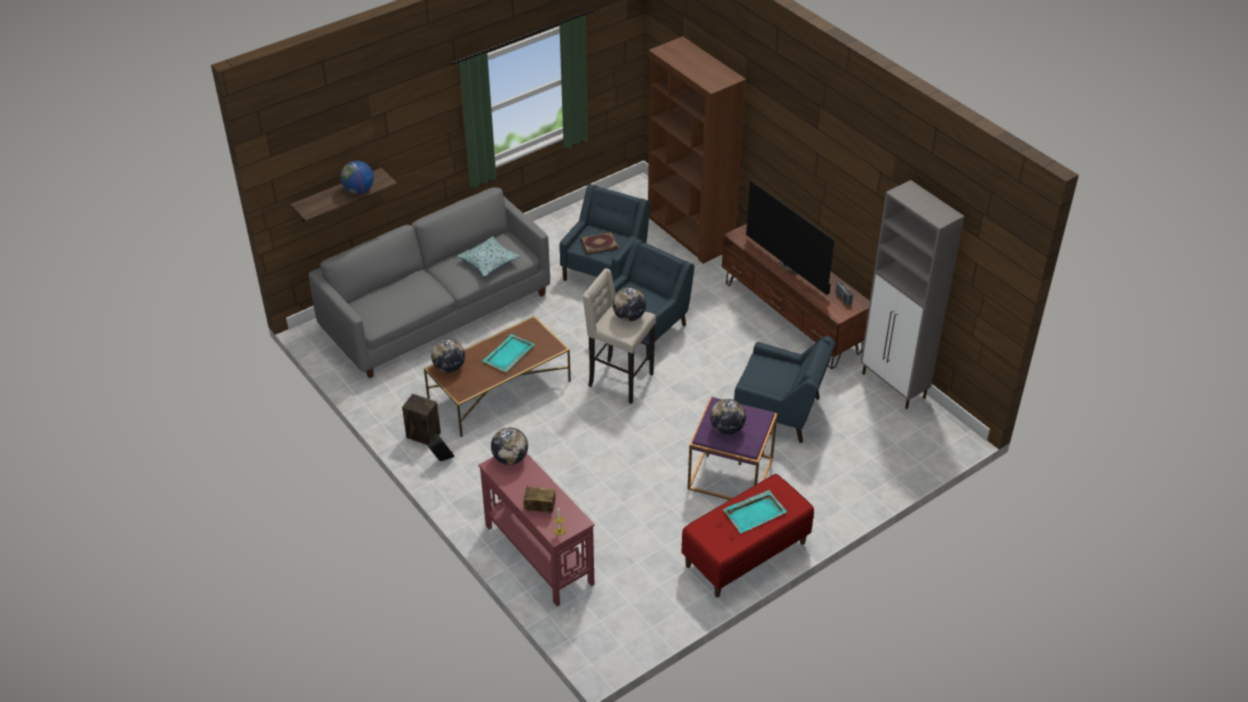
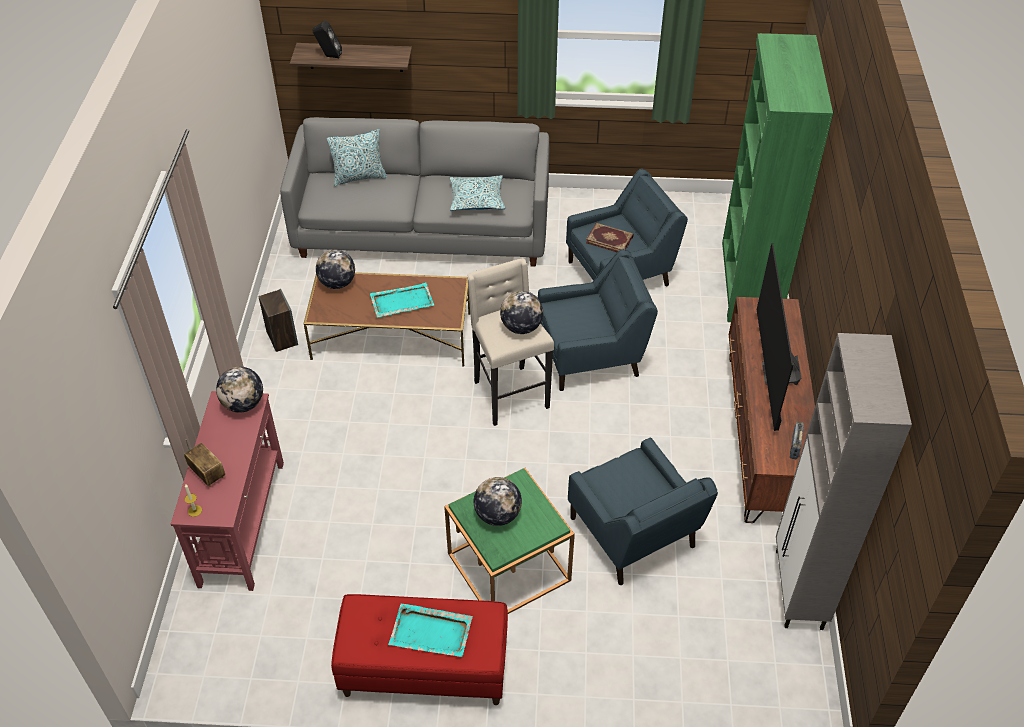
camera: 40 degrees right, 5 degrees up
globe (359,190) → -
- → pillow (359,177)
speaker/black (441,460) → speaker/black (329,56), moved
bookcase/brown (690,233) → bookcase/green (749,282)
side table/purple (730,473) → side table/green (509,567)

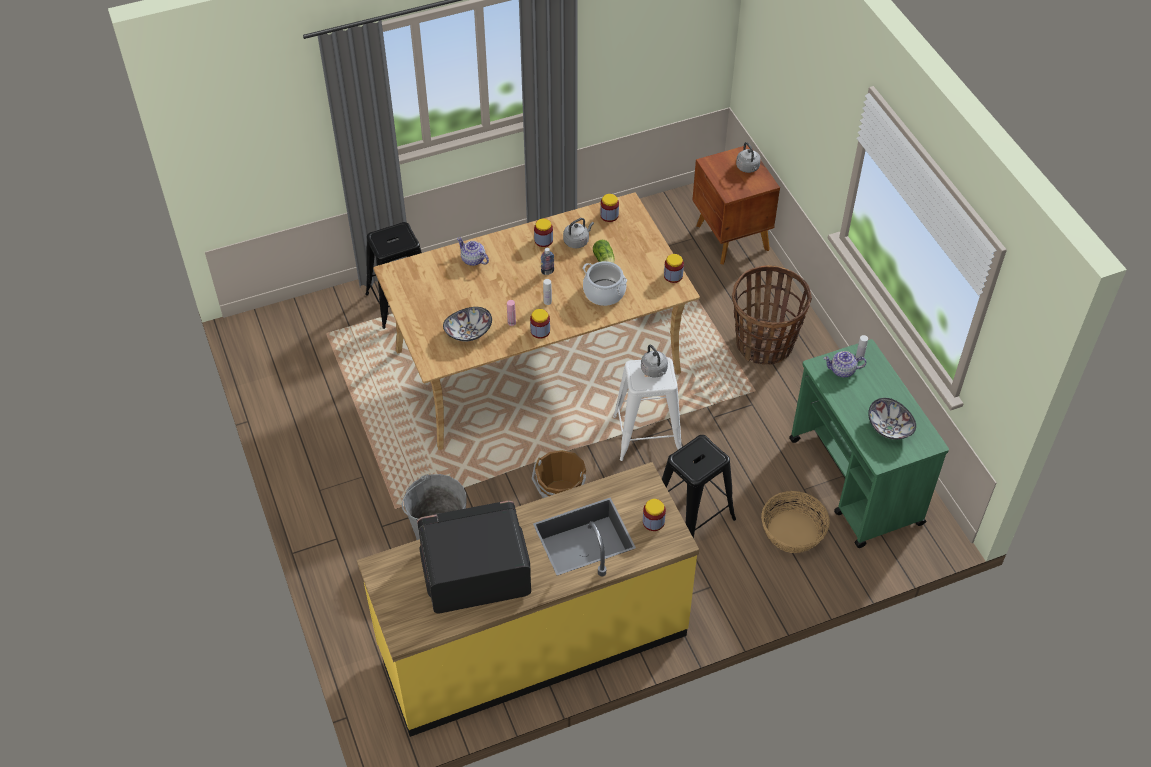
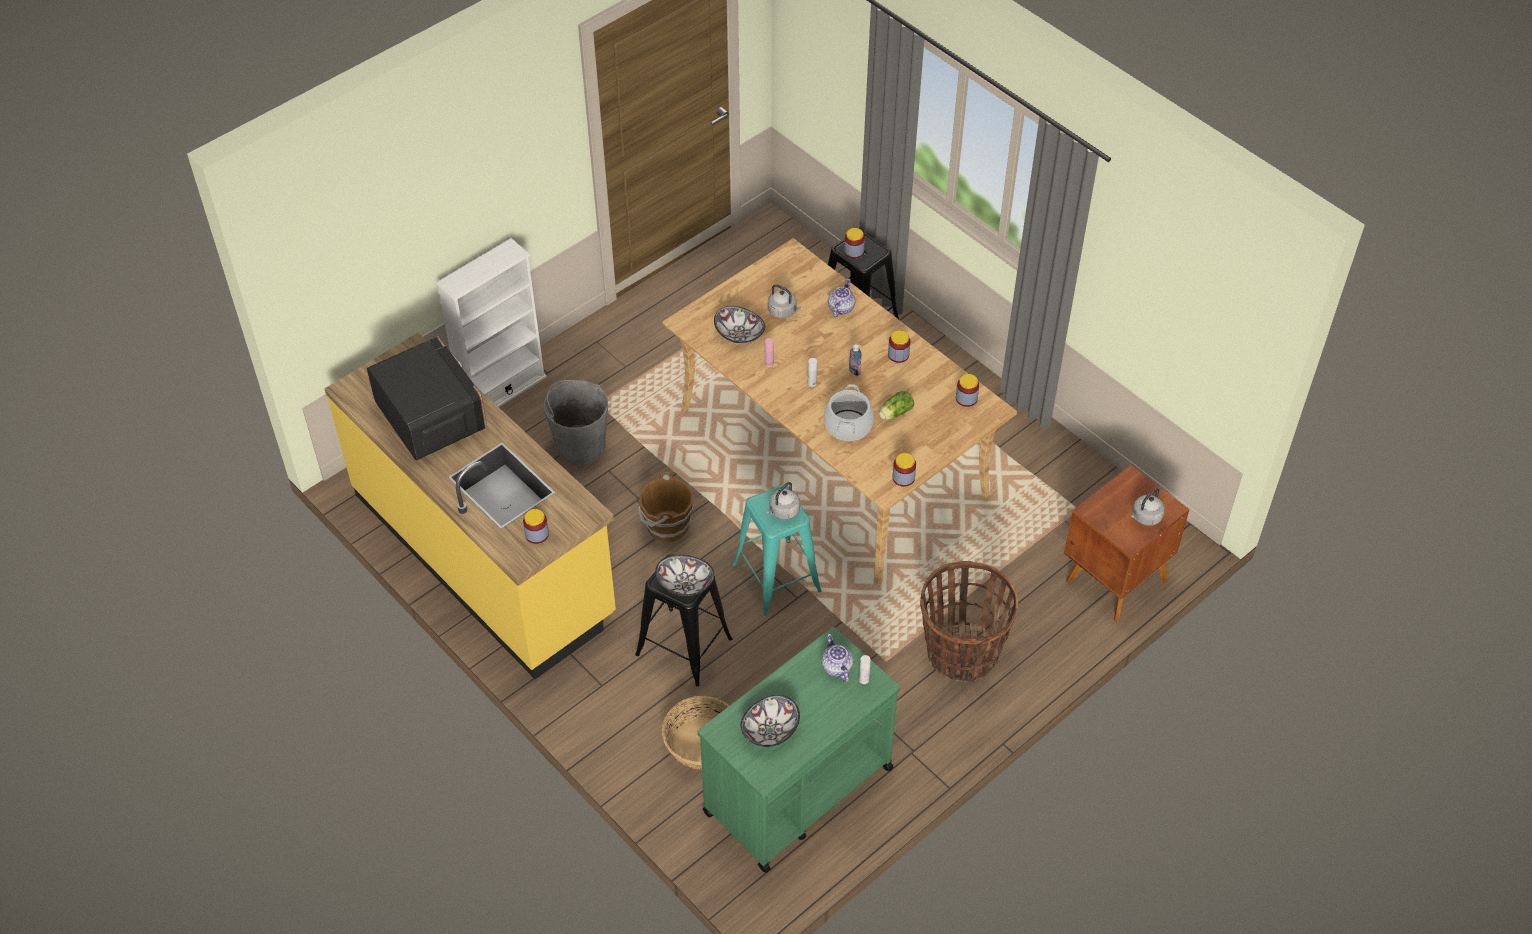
camera: 70 degrees right, 0 degrees up
- → bookcase/white (502,391)
- → bowl (685,584)
jar (540,331) → jar (854,251), moved
kettle/grey (577,241) → kettle/grey (783,311), moved
stool/white (647,435) → stool/turquoise (777,578)

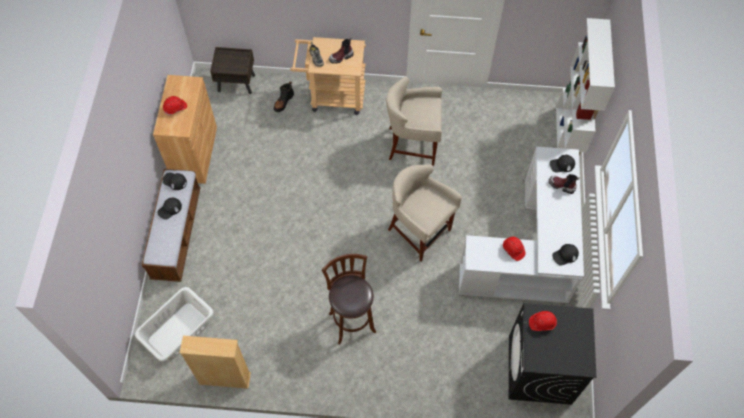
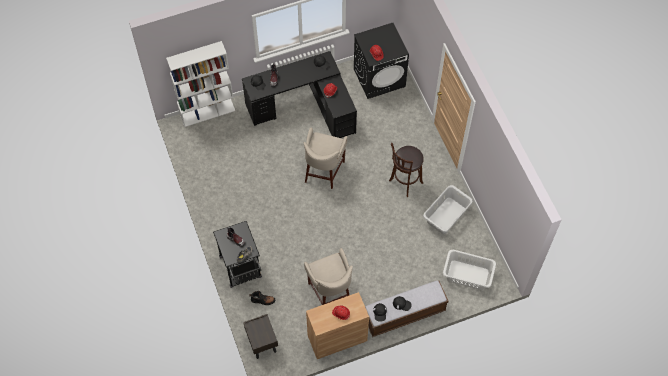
camera: 115 degrees left, 0 degrees up
bookcase/beige (225,378) → -
- → laundry basket/grey (446,216)
stool/beige (412,145) → stool/beige (330,291), moved
cart/beige (332,96) → cart/black (242,270)
desk/white (529,252) → desk/black (306,106)

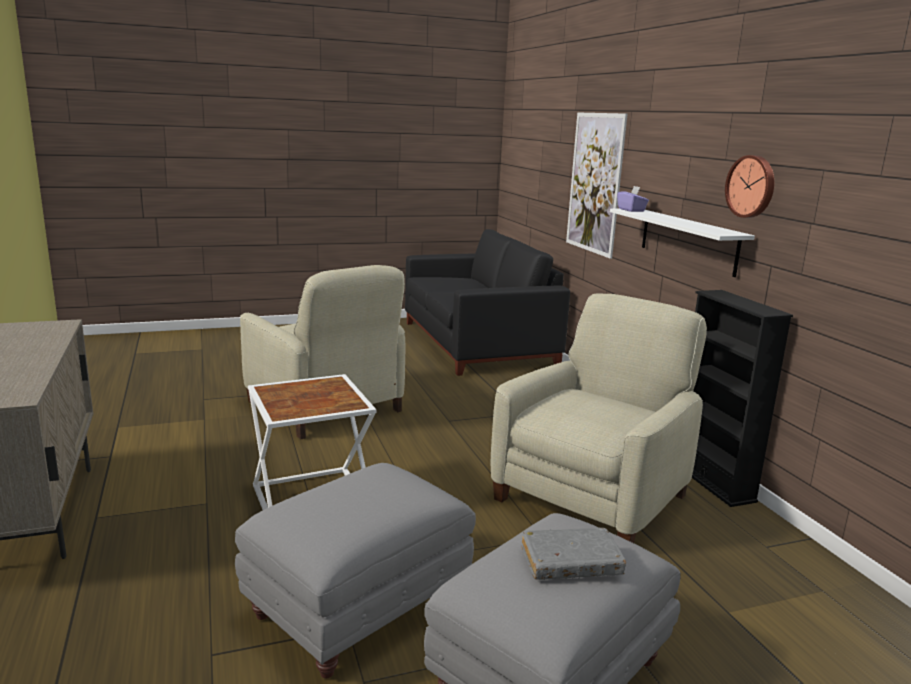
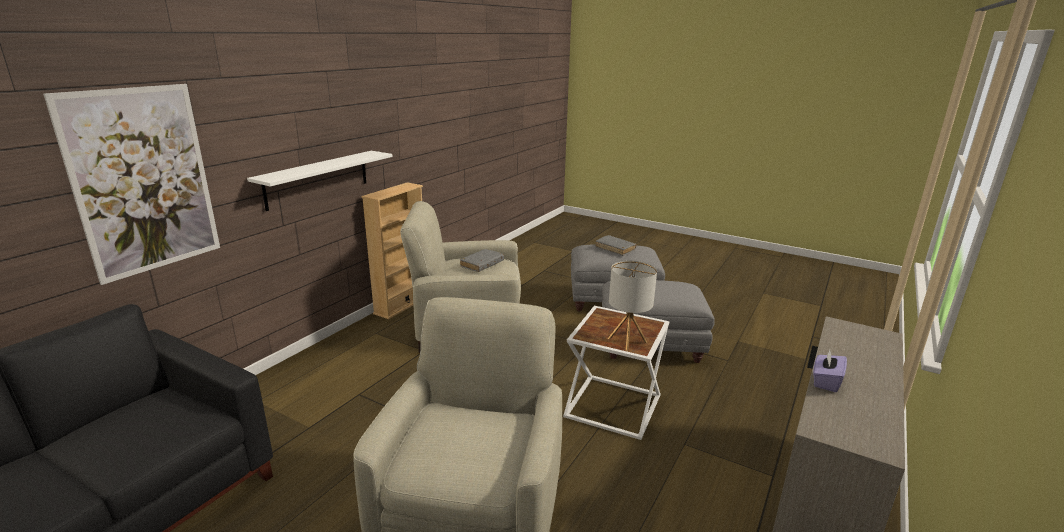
camera: 130 degrees left, 5 degrees up
wall clock (751,186) → -
- → book/grey (482,264)
- → table lamp (627,340)
tissue box/purple (631,210) → tissue box/purple (825,381), moved
bookcase/black (712,481) → bookcase/beige (401,305)

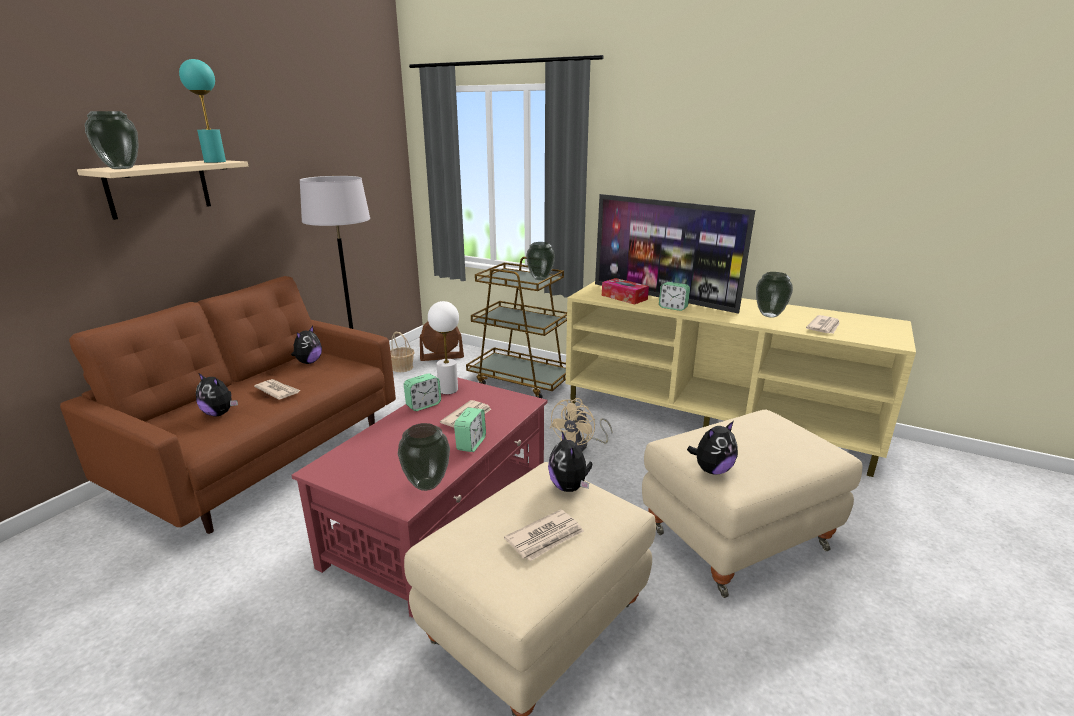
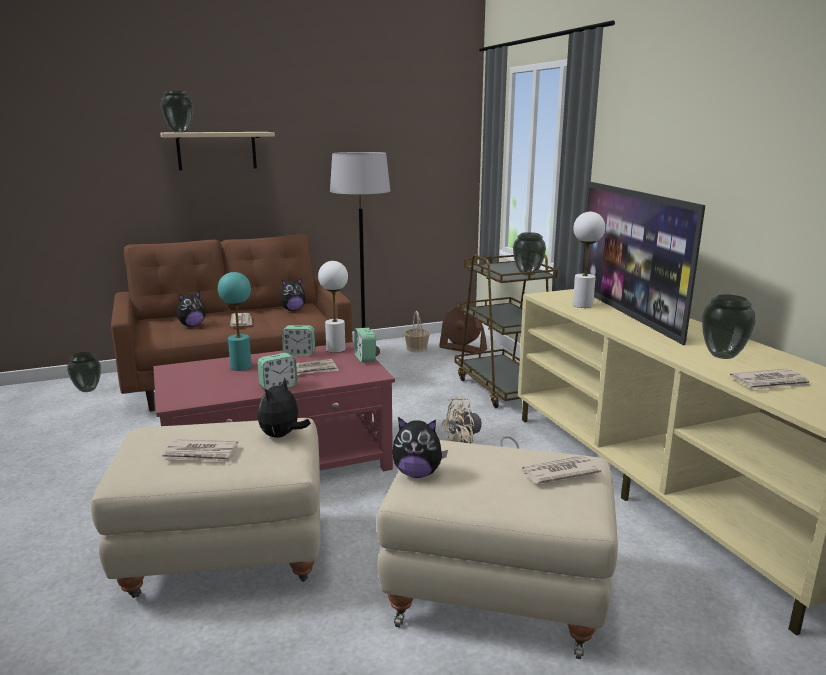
camera: 40 degrees right, 5 degrees down
- → newspaper (558,472)
table lamp/turquoise (215,162) → table lamp/turquoise (241,367), moved
vase (427,485) → vase (87,390), moved
alarm clock (673,308) → alarm clock (365,358), moved
tissue box (624,297) → table lamp/white (582,305)
plush toy (220,413) → plush toy (192,325), 105 degrees counterclockwise

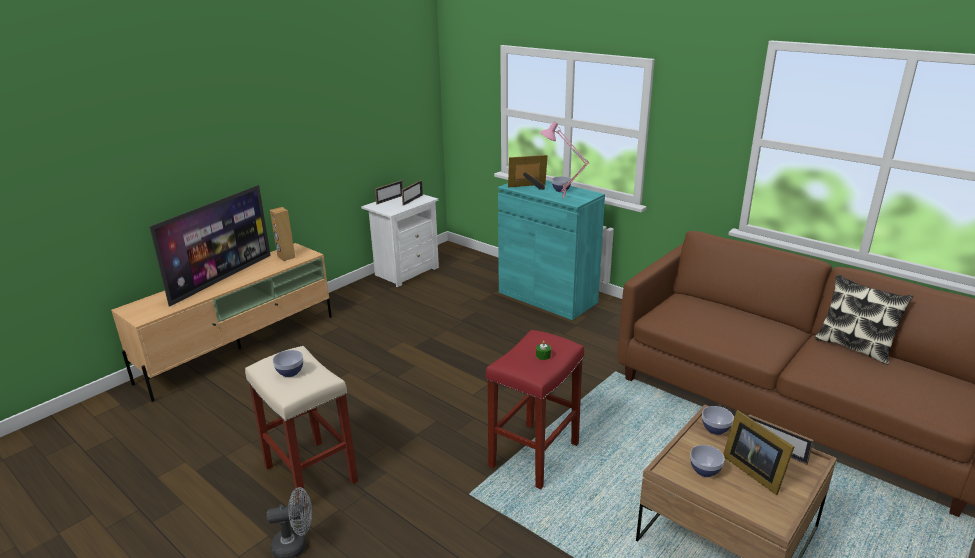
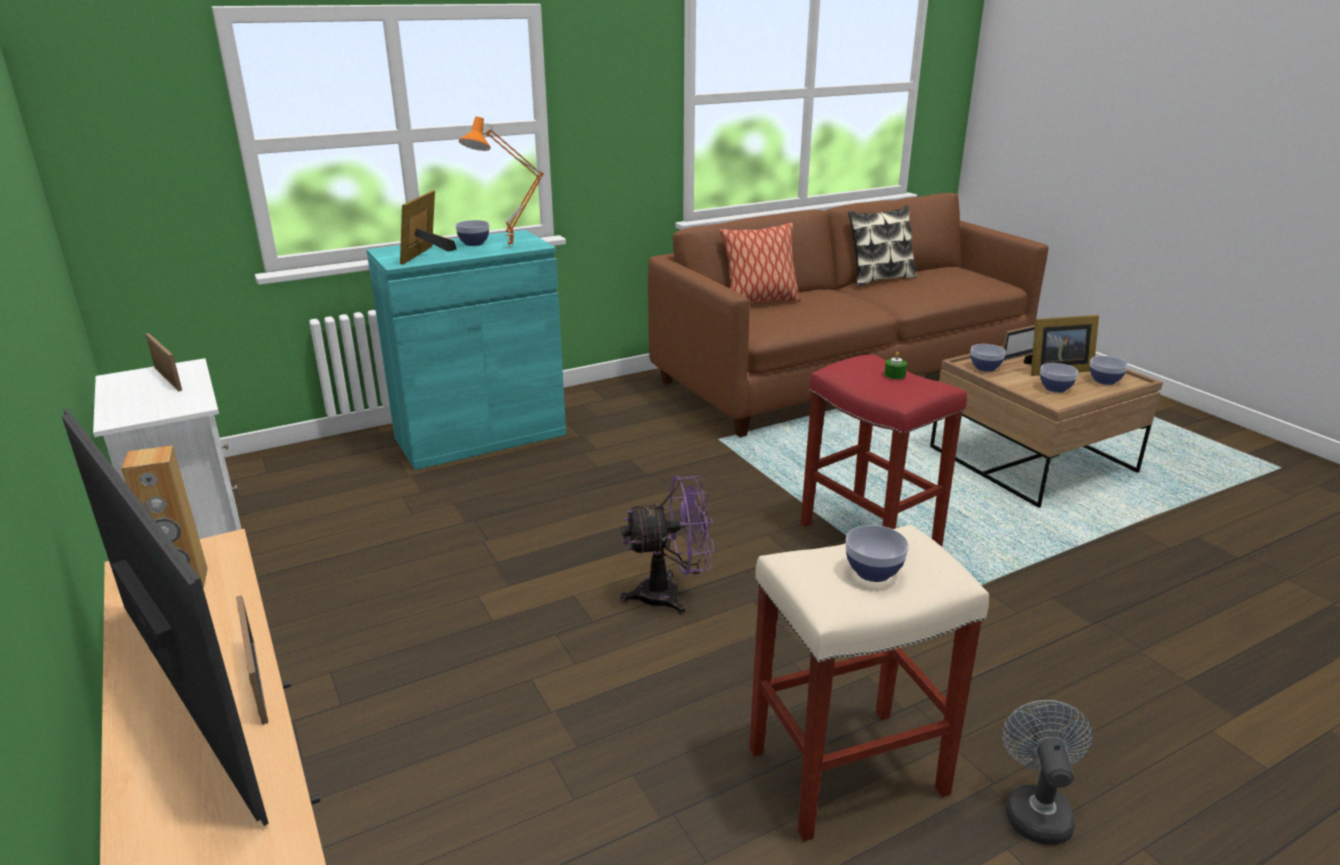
camera: 70 degrees left, 0 degrees up
- → fan/purple (670,595)
- → pillow (759,302)
- → bowl (1104,381)
picture frame (390,199) → picture frame (257,681), moved
table lamp/pink (562,199) → table lamp/orange (511,248)

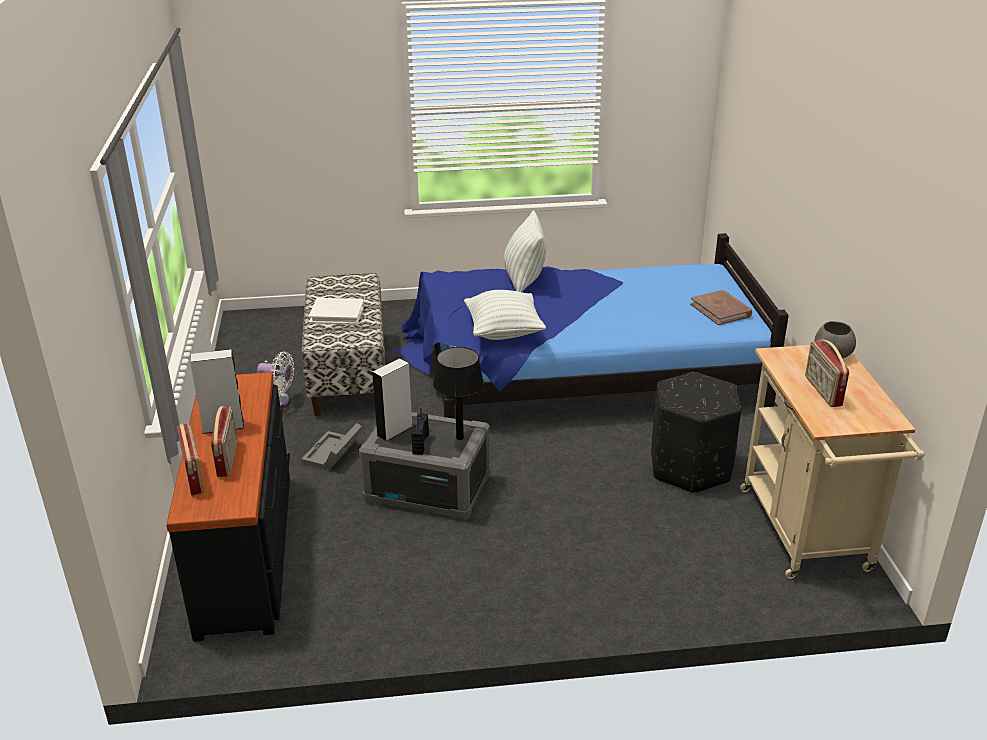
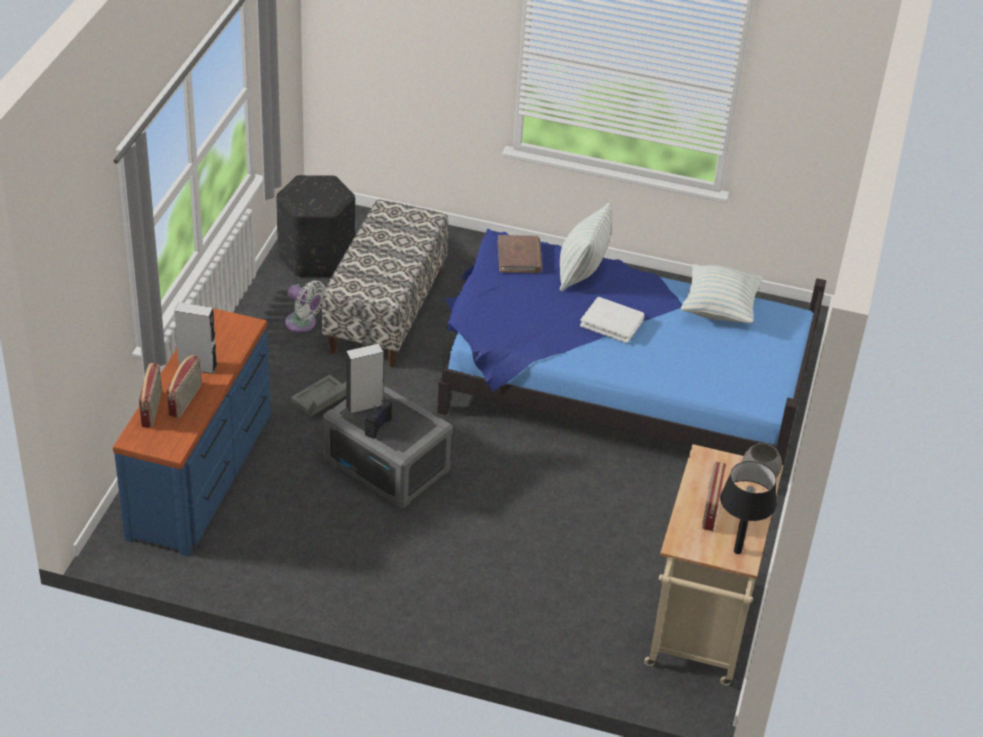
camera: 20 degrees right, 10 degrees up
book/white (337,314) → book/white (612,322), moved
table lamp/black (459,438) → table lamp/black (737,551), moved
pillow (504,332) → pillow (719,309), moved
ottoman/black (689,468) → ottoman/black (316,257), moved
book/brown (721,310) → book/brown (519,257), moved
dresser/black (247,551) → dresser/blue (202,474)

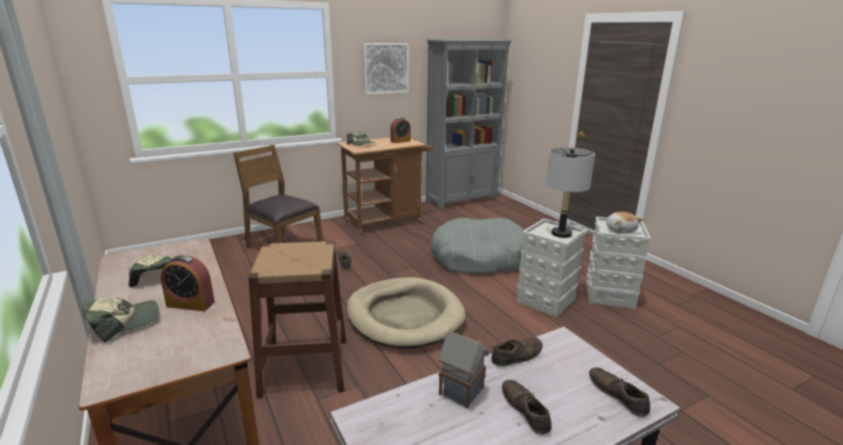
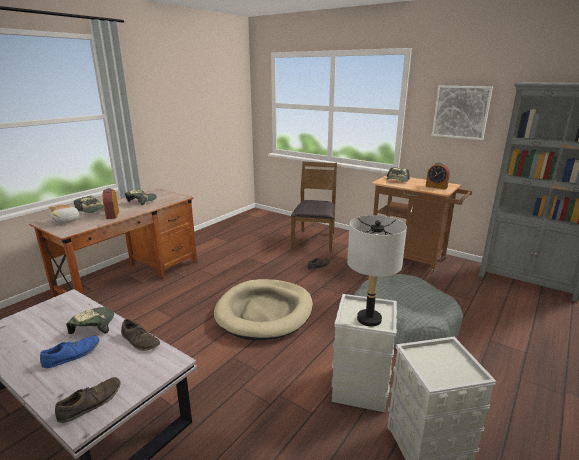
camera: 65 degrees right, 0 degrees up
stool/brown (305,366) → -
plush toy (620,230) → plush toy (66,221), moved
toy house (462,391) → cap (93,325)
shoe/brown (525,410) → shoe/blue (72,355)

